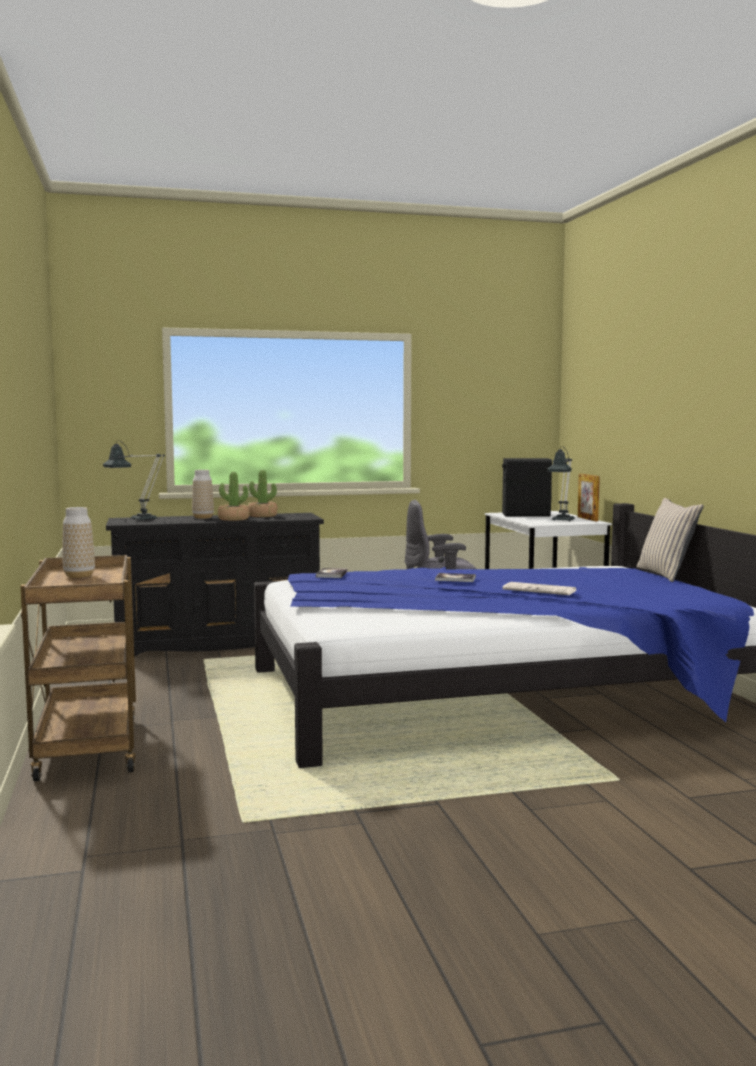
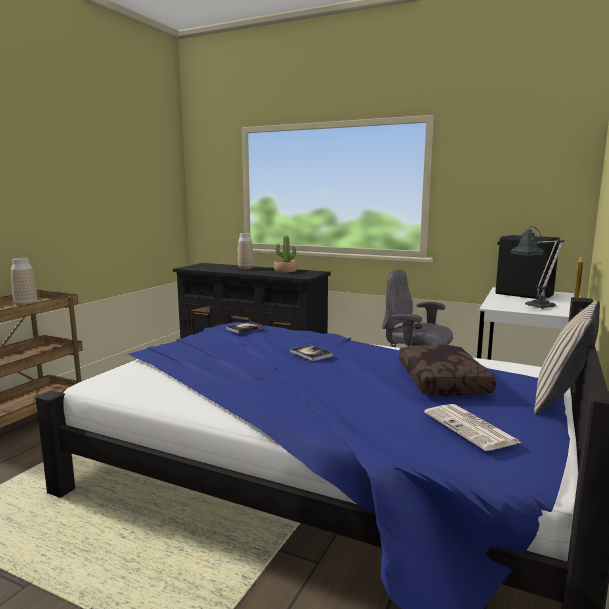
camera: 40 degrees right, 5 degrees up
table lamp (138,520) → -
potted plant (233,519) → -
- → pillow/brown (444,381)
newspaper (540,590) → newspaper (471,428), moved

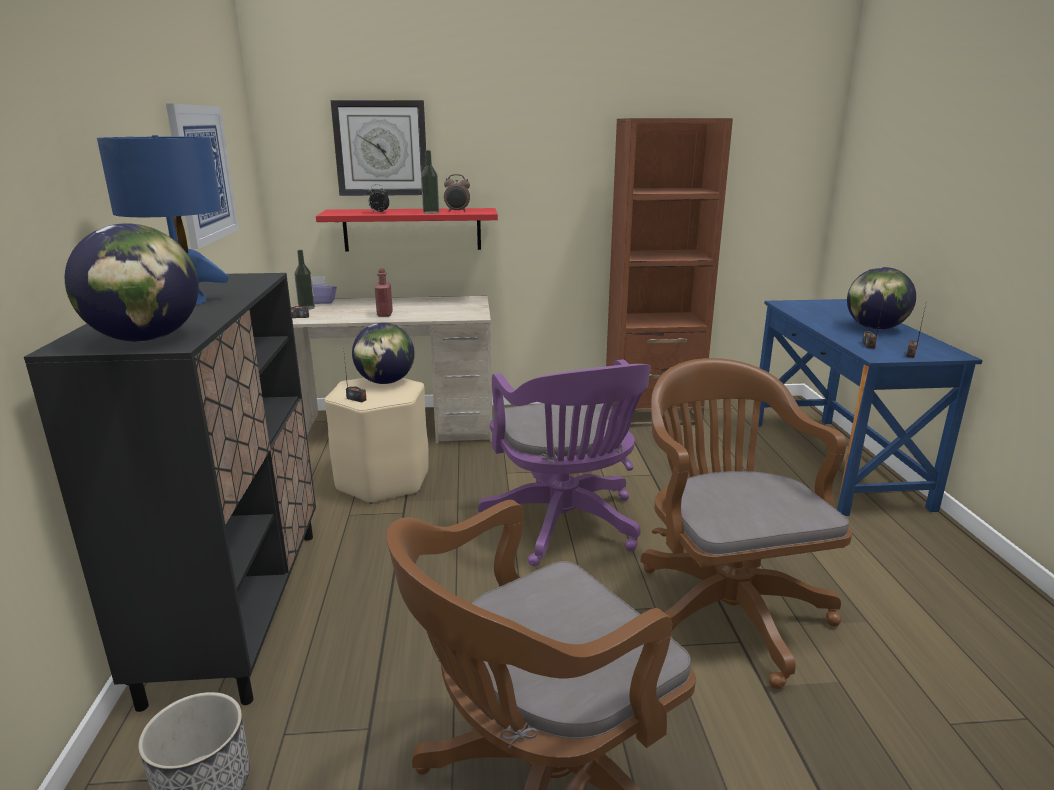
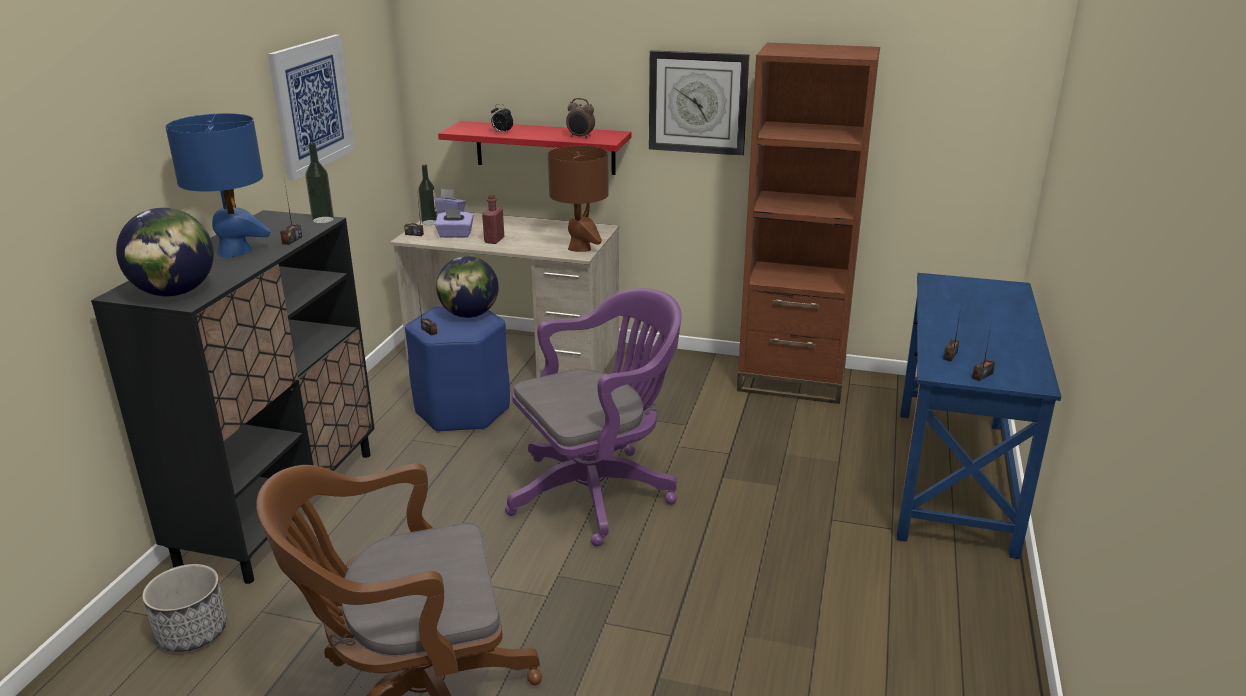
camera: 20 degrees right, 5 degrees up
office chair/brown (723,606) → -
globe (874,328) → -
- → radio (292,240)
- → tissue box/purple (455,235)
- → table lamp/brown (580,248)
wall clock (381,148) → wall clock (698,102), moved
bottle (431,212) → bottle (323,220), moved
stool/beige (382,481) → stool/blue (462,411)
office chair/purple (565,526) → office chair/purple (598,491), 120 degrees counterclockwise

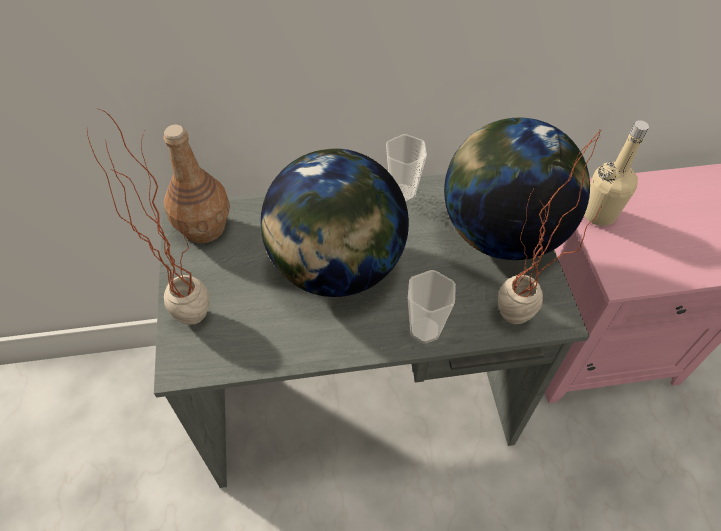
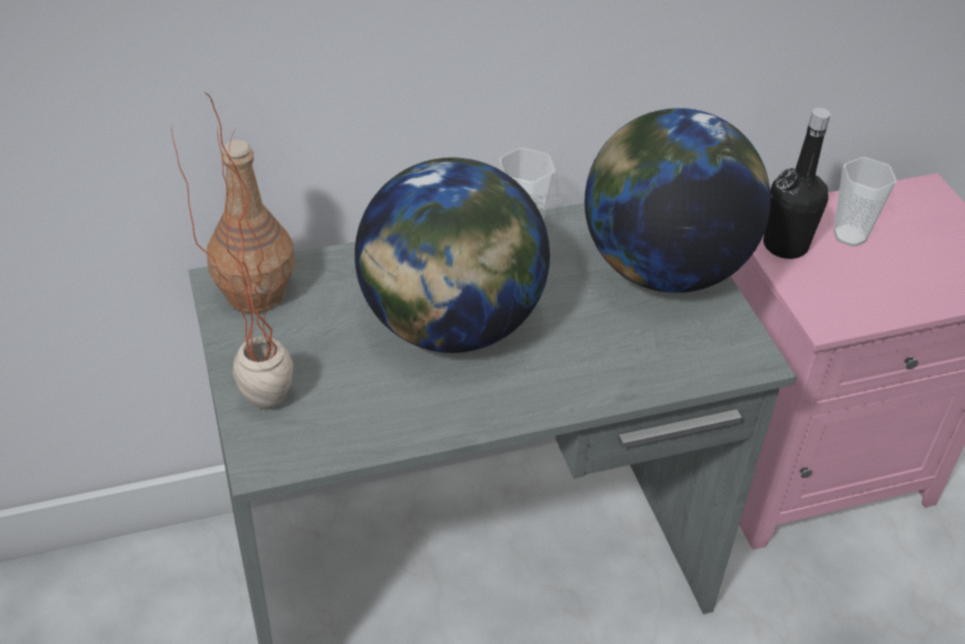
camera: 10 degrees left, 10 degrees down
potted plant (511,327) → -
cup (425,330) → cup (850,235), moved
bottle/beige (599,214) → bottle/black (785,245)

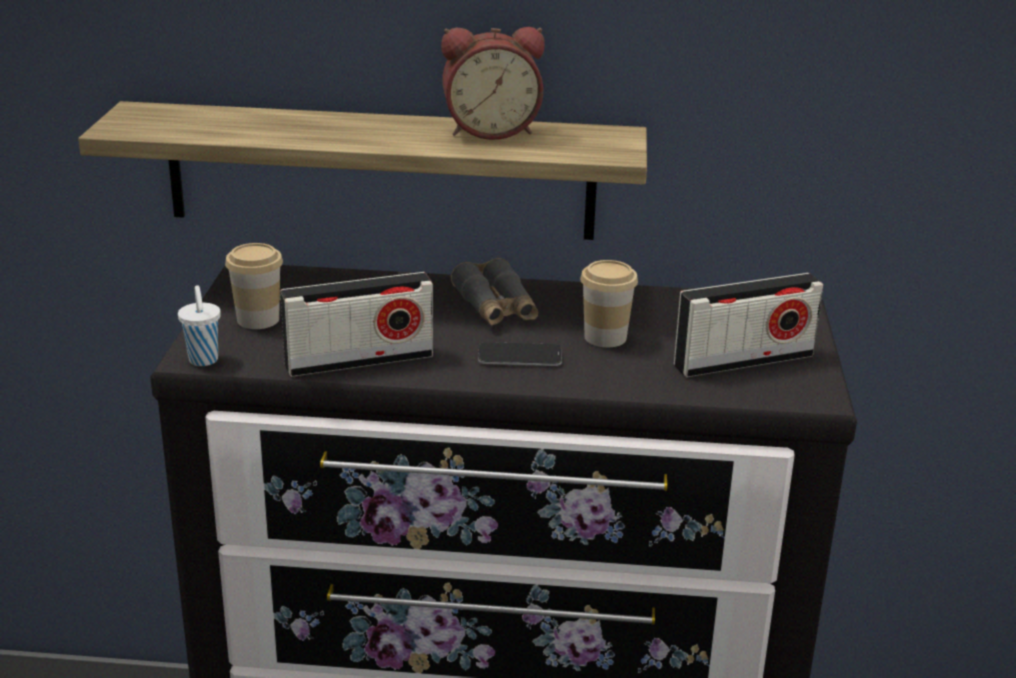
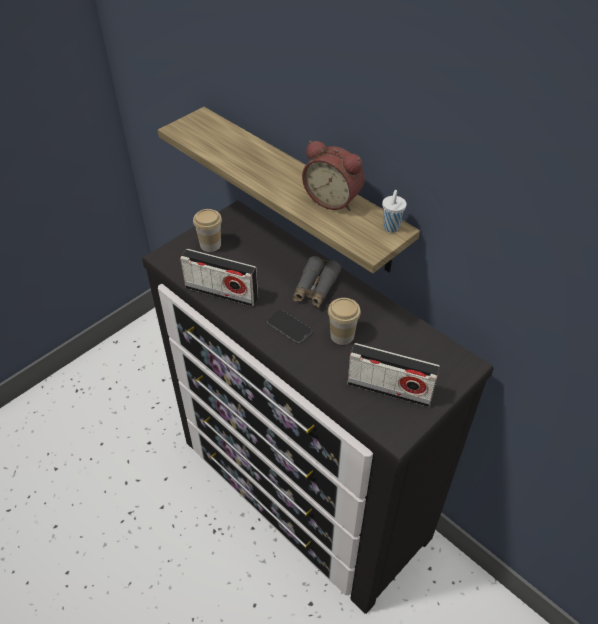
camera: 40 degrees right, 20 degrees up
cup/white (203,361) → cup/white (390,228), moved

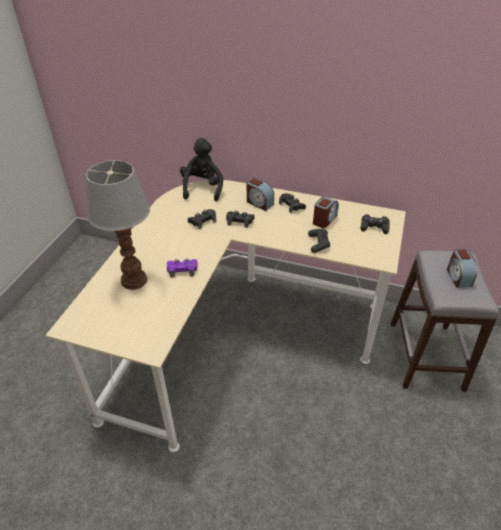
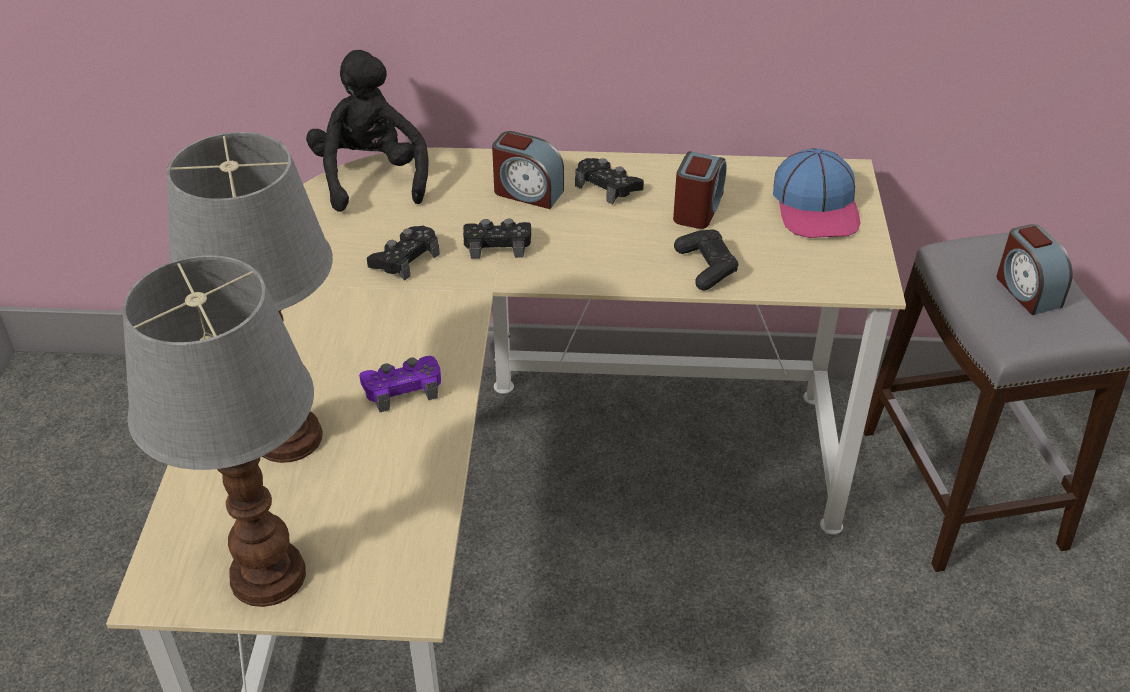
camera: 15 degrees left, 0 degrees up
- → table lamp (267,578)
game controller/black (374,227) → cap (816,207)

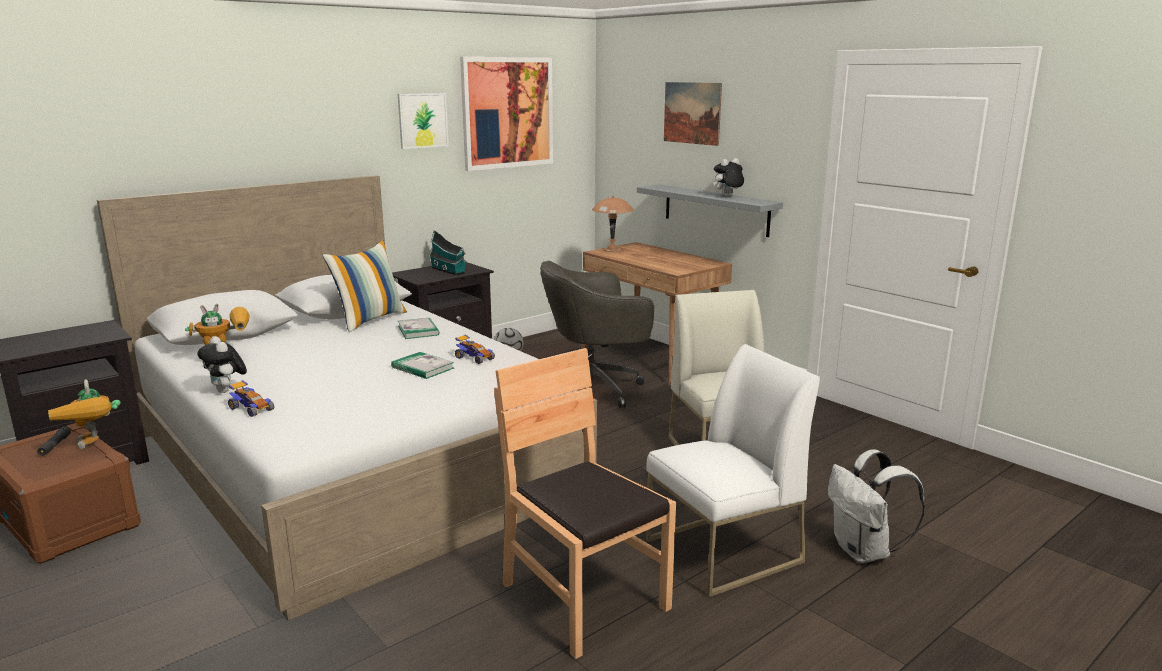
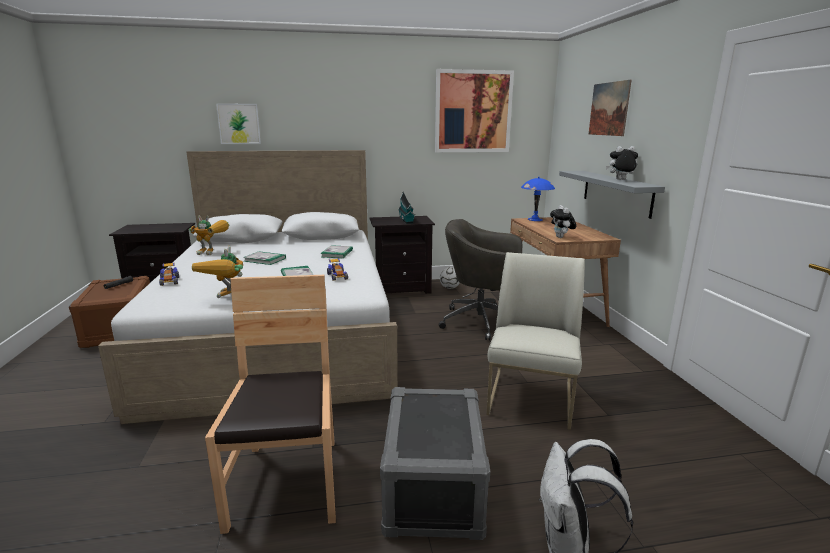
camera: 30 degrees right, 0 degrees up
pillow (370,320) → -
- → book (265,260)
toy robot (95,445) → toy robot (227,298), moved
plush toy (226,391) → plush toy (561,237), moved
picture (422,120) → picture (239,123), moved
chair/white (723,552) → storage box/grey (434,488)
table lamp/brown (612,250) → table lamp/blue (535,219)

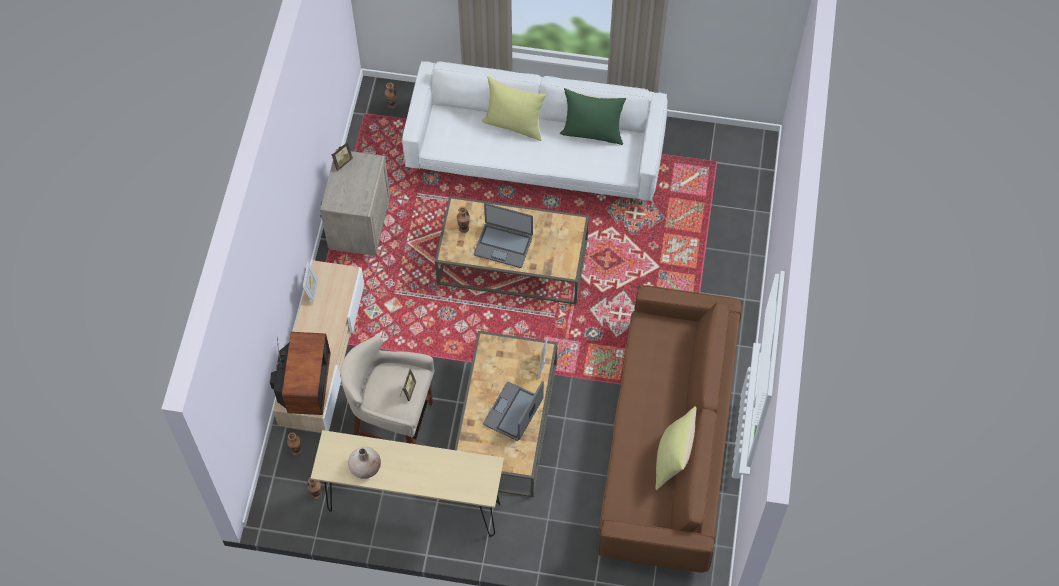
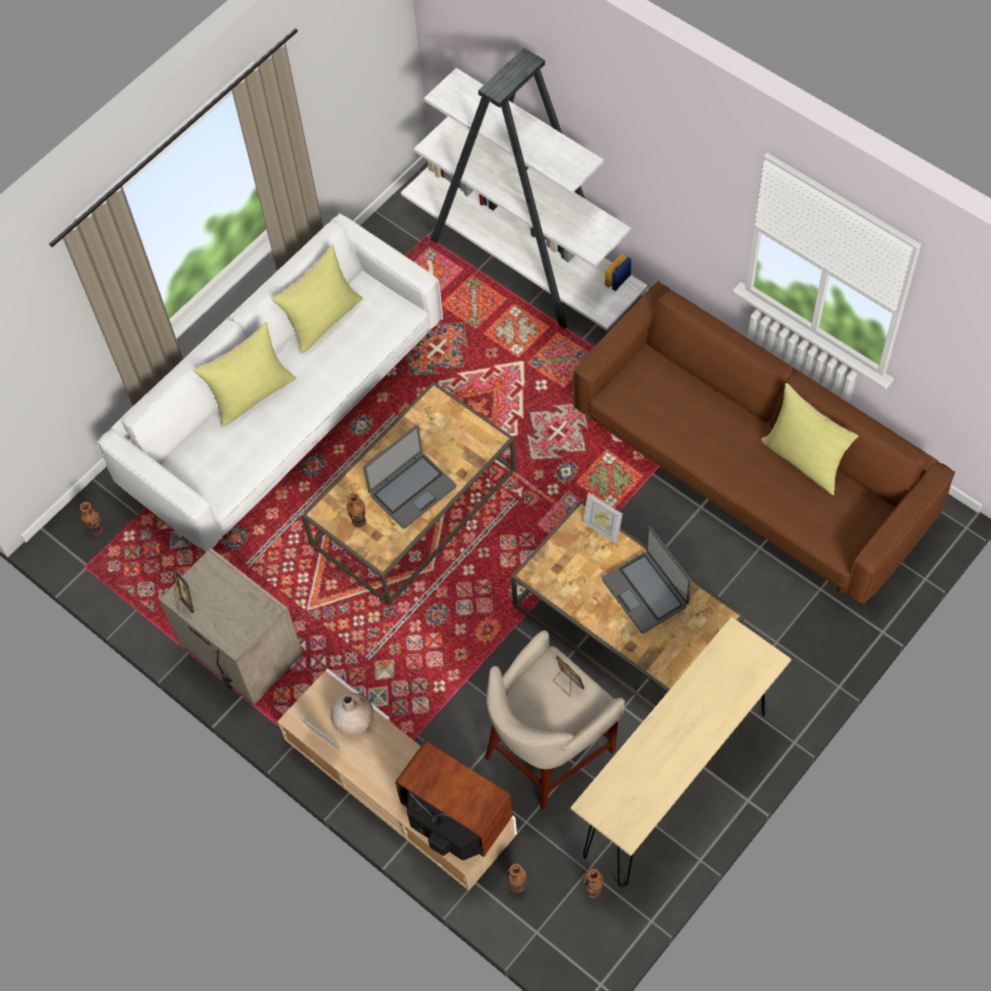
camera: 55 degrees left, 0 degrees up
- → bookcase/white (524,261)
vase/beige (365,467) → vase/beige (353,719), moved
pillow/green (592,132) → pillow/yellow (323,320)

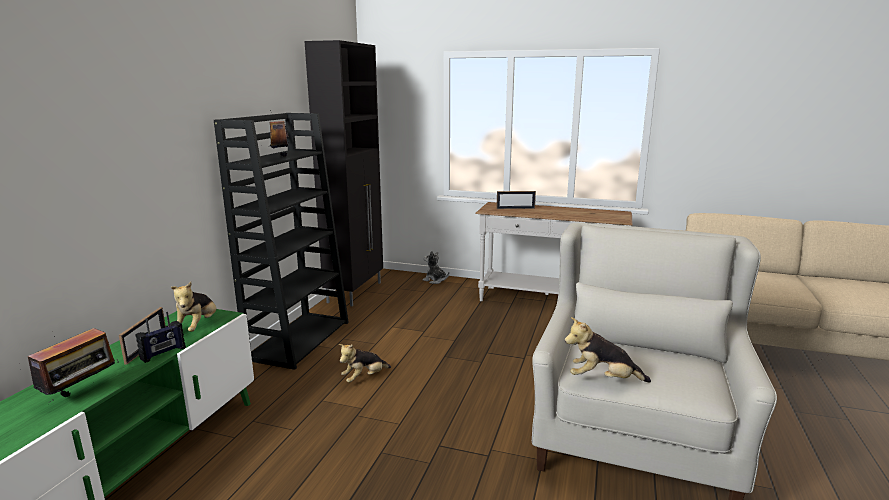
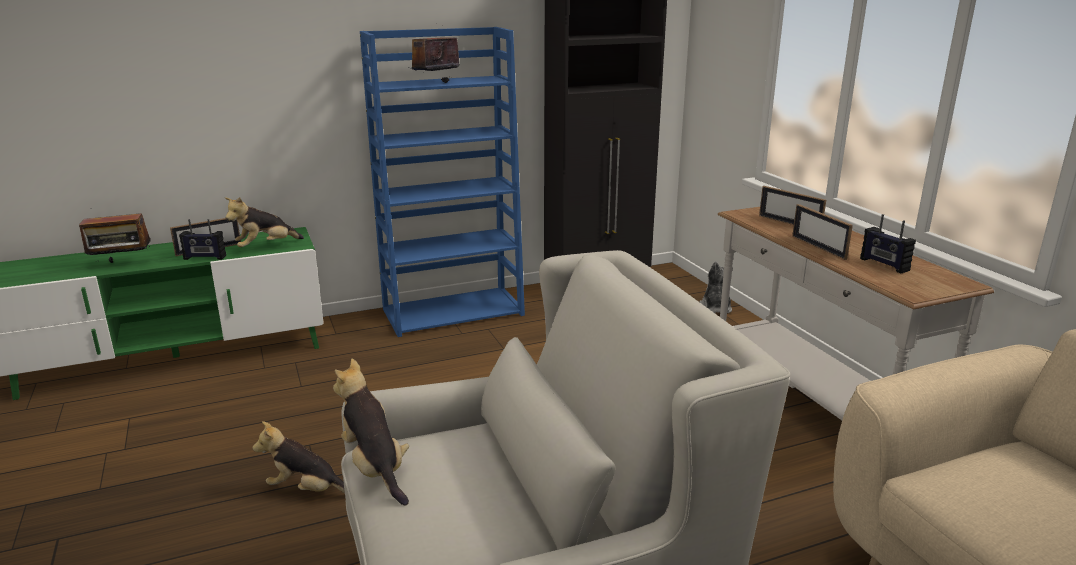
camera: 50 degrees right, 5 degrees up
- → picture frame (818,247)
- → radio (884,265)
plush toy (364,378) → plush toy (307,490), moved
bookcase/black (299,339) → bookcase/blue (454,311)

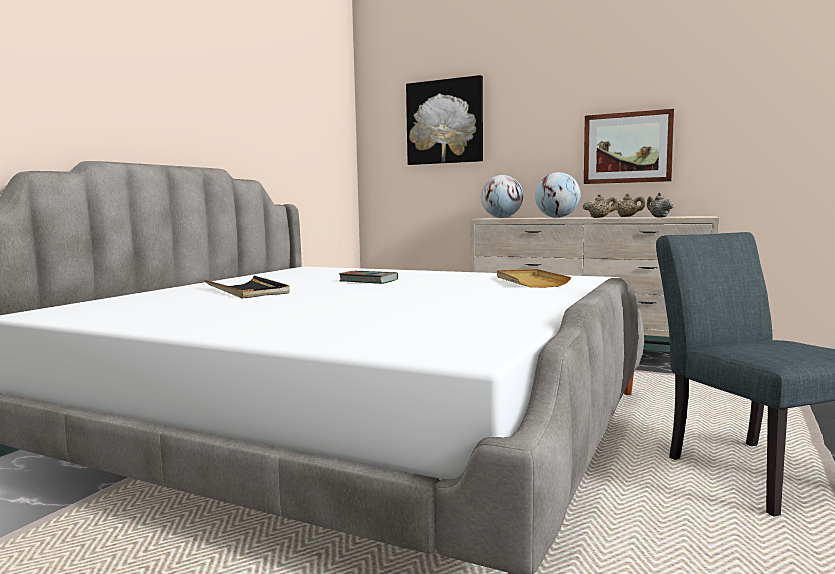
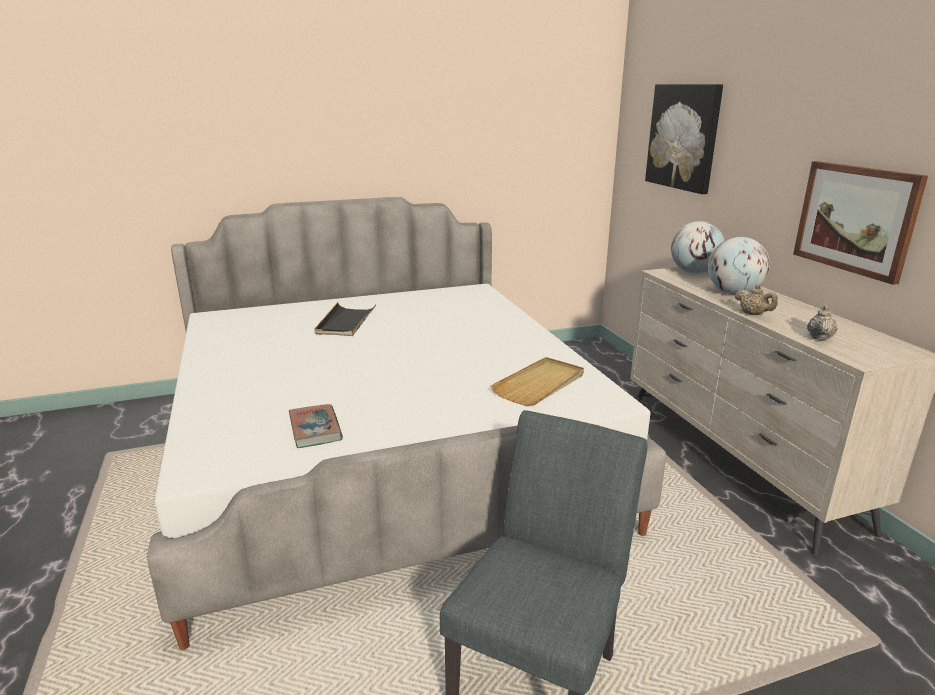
camera: 45 degrees right, 15 degrees up
teapot/beige (627,216) → -
book (368,281) → book (315,429), moved

